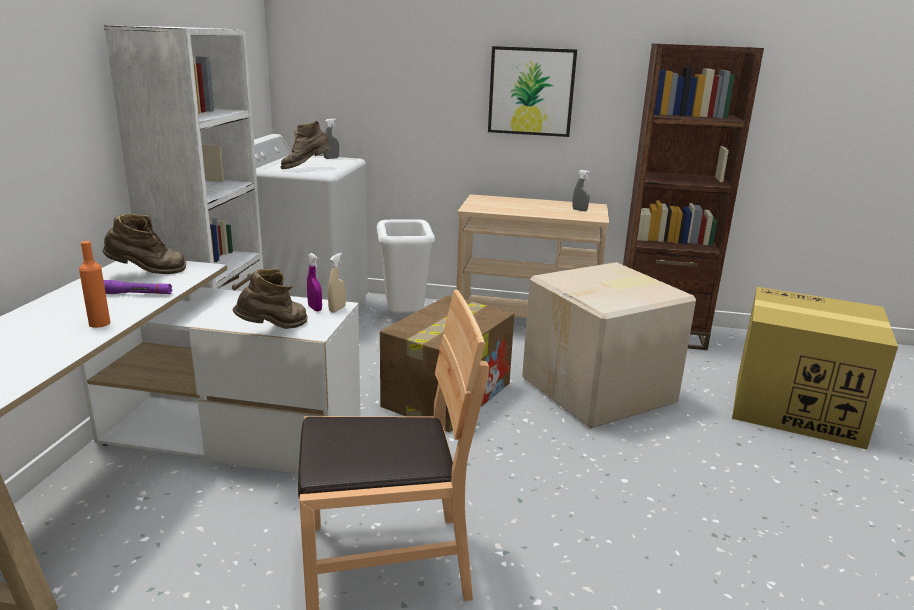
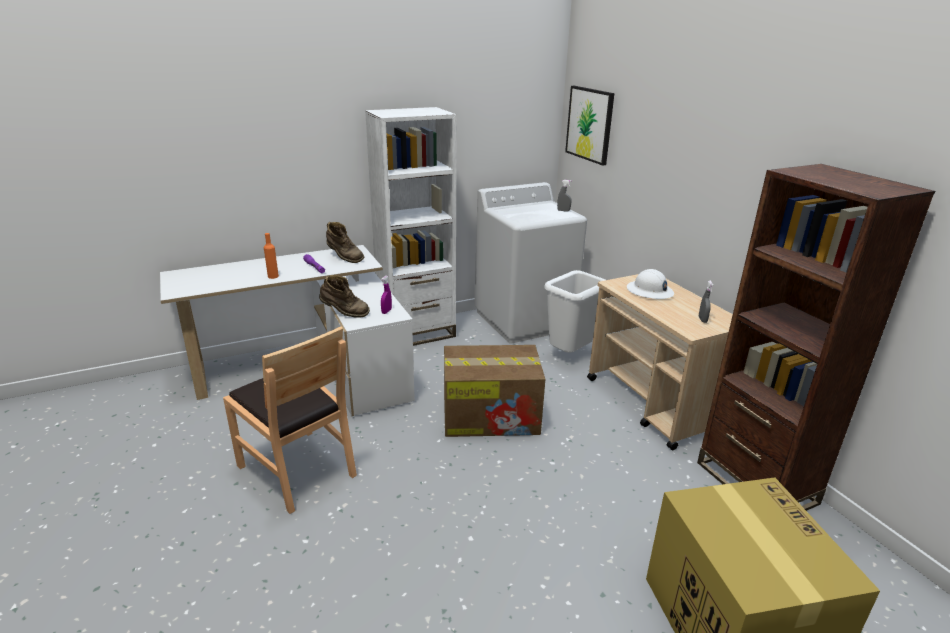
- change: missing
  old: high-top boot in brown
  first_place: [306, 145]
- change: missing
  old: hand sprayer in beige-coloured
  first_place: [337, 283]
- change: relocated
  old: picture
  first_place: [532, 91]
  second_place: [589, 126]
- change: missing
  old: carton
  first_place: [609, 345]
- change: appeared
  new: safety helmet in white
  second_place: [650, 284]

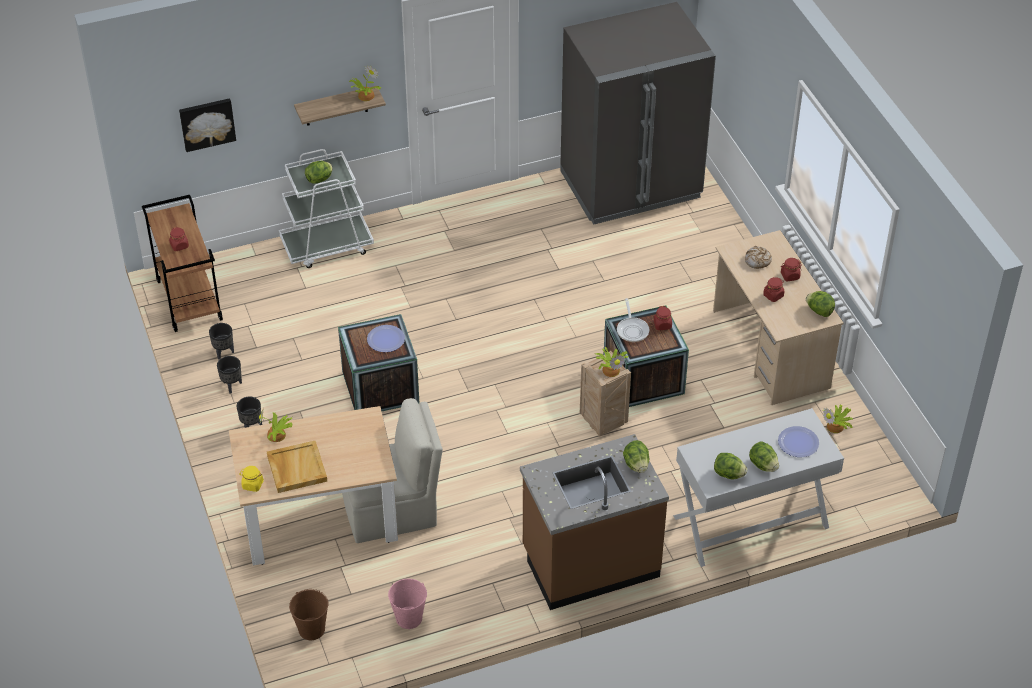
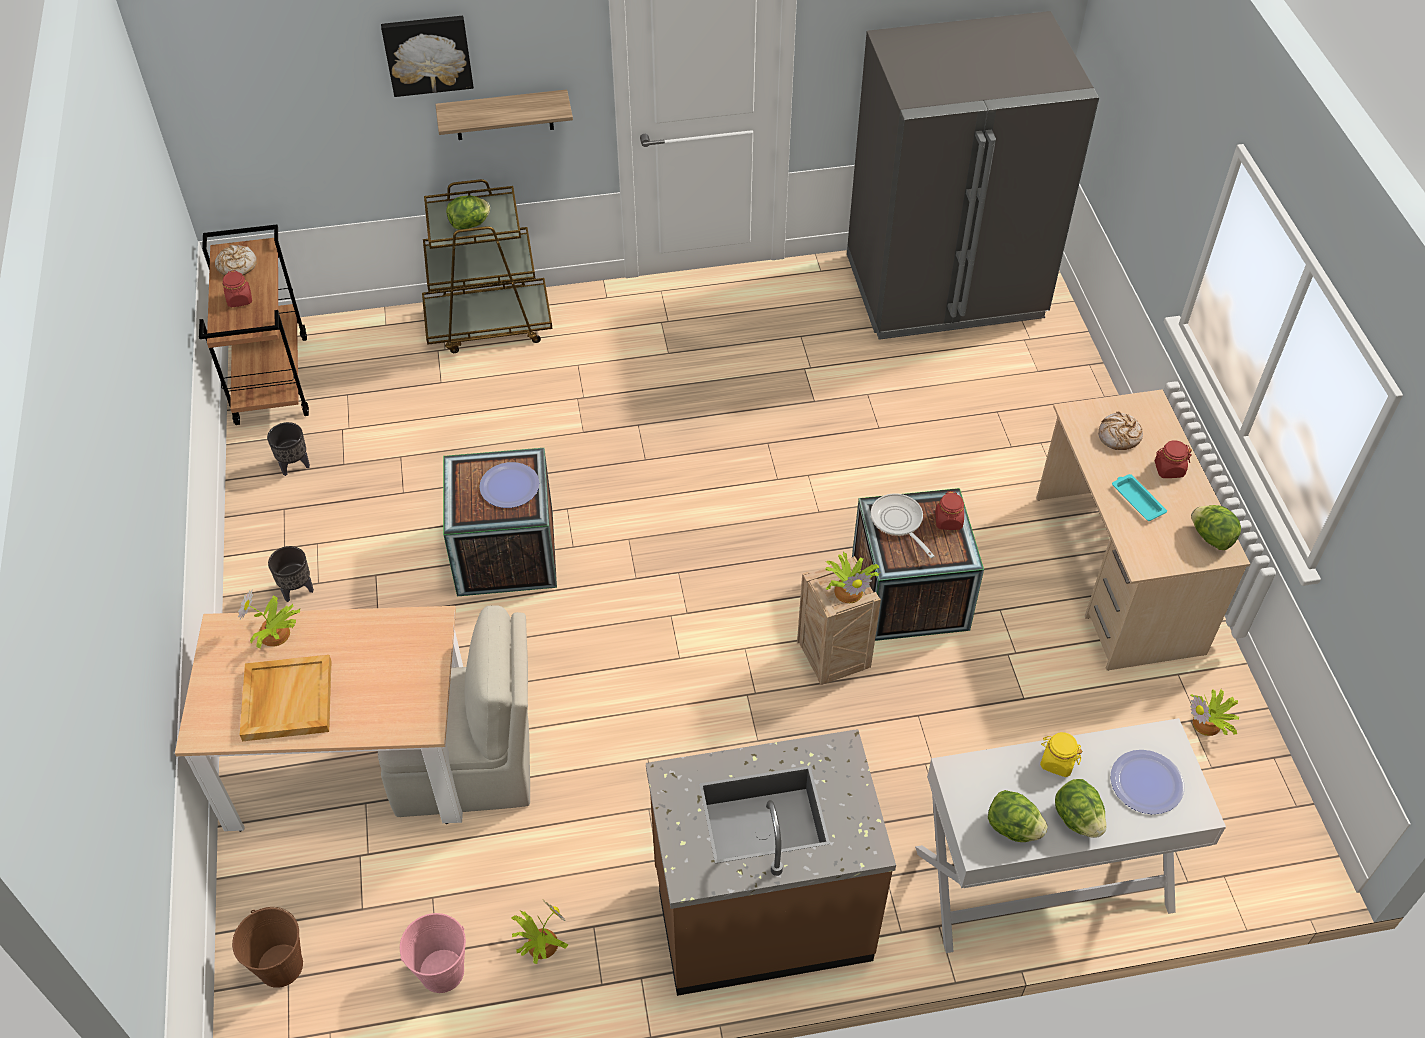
- change: relocated
  old: picture
  first_place: [207, 125]
  second_place: [427, 56]
- change: missing
  old: planter in black
  first_place: [229, 375]
- change: relocated
  old: preserve jar in yellow
  first_place: [251, 479]
  second_place: [1061, 754]
- change: colour
  old: cart in white
  new: cart in brown
  first_place: [326, 208]
  second_place: [487, 266]
- change: relocated
  old: potted plant
  first_place: [365, 83]
  second_place: [539, 932]
- change: spun
  old: pan
  first_place: [633, 320]
  second_place: [902, 526]
  degrees: 150
- change: missing
  old: lettuce head
  first_place: [636, 456]
- change: exchanged
  old: preserve jar in red
  new: serving tray in turquoise-coloured
  first_place: [773, 289]
  second_place: [1139, 497]
- change: appeared
  new: bread
  second_place: [236, 260]

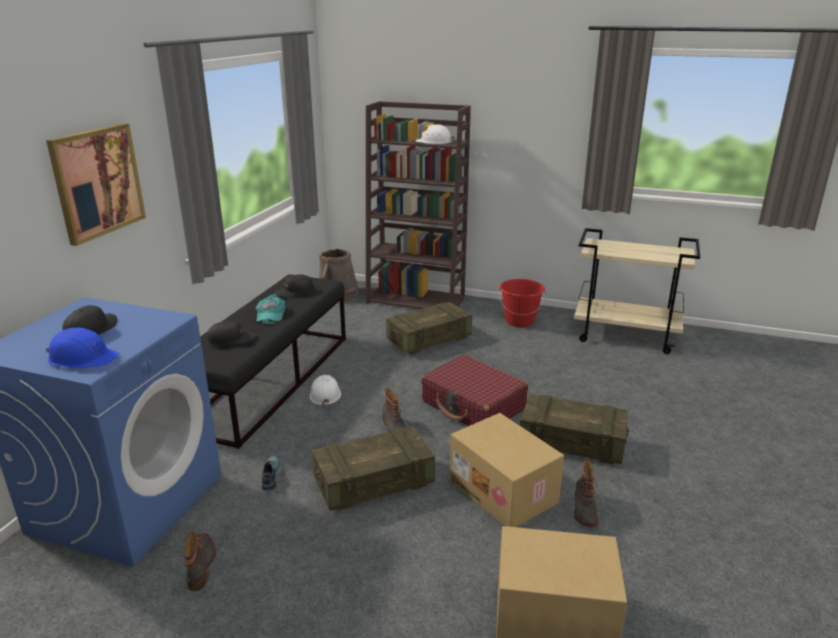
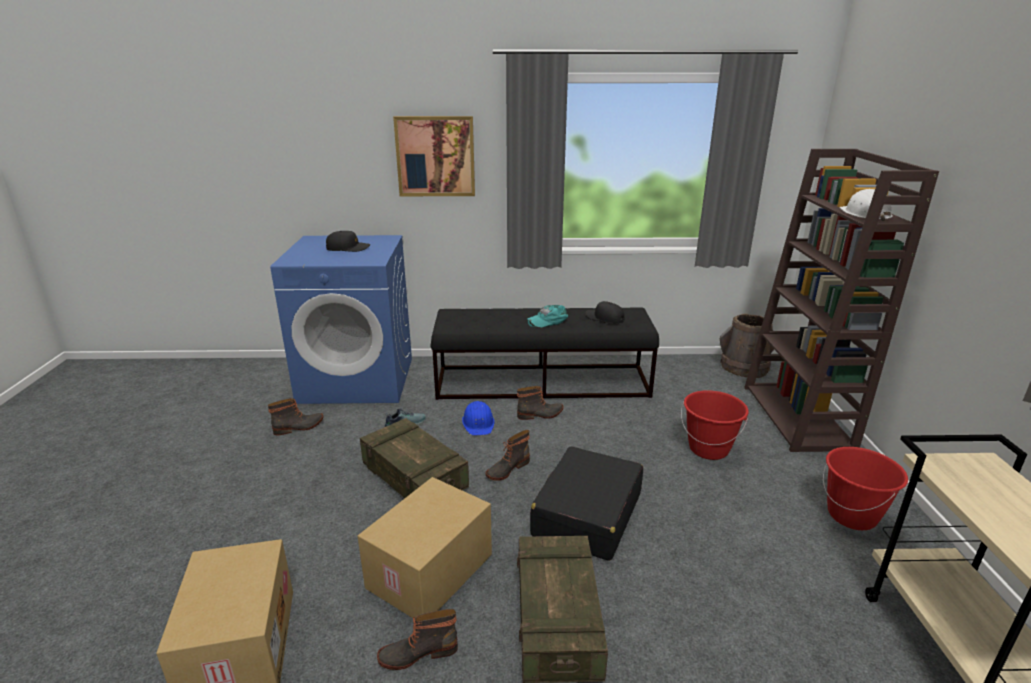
- change: relocated
  old: safety helmet in bluish
  first_place: [82, 348]
  second_place: [478, 418]
- change: missing
  old: peaked cap in black
  first_place: [232, 333]
- change: exchanged
  old: safety helmet in white
  new: high-top boot
  first_place: [325, 391]
  second_place: [540, 403]
- change: exchanged
  old: packing crate
  new: pail in red
  first_place: [429, 328]
  second_place: [715, 425]
- change: colour
  old: piece of luggage in red
  new: piece of luggage in black
  first_place: [474, 390]
  second_place: [586, 503]

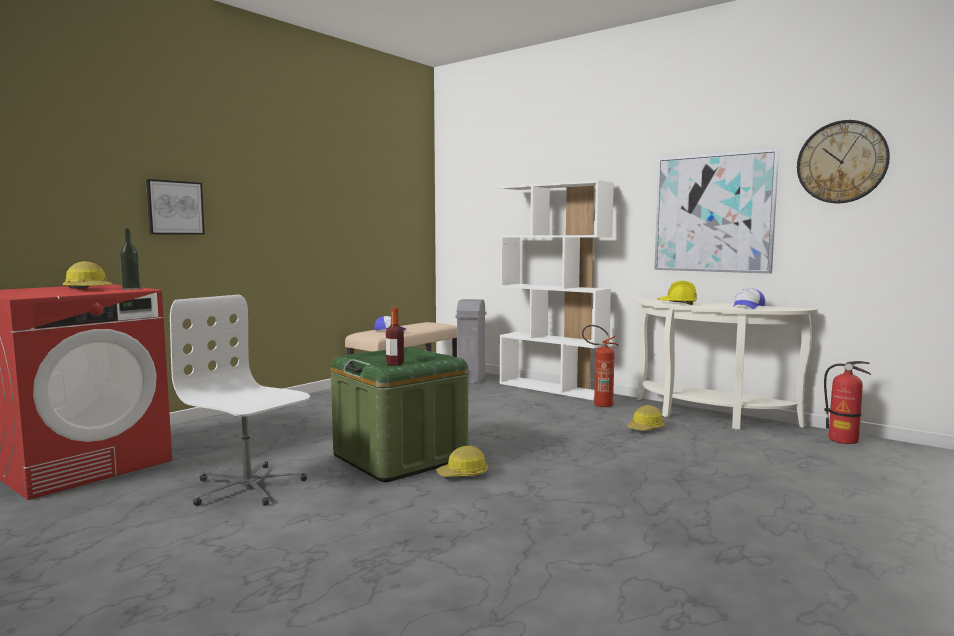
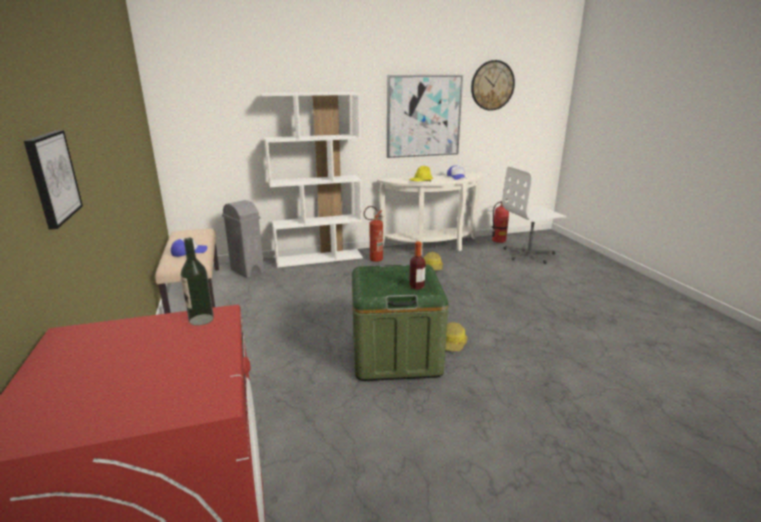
- change: missing
  old: safety helmet
  first_place: [88, 275]
- change: relocated
  old: desk chair in white
  first_place: [240, 400]
  second_place: [534, 215]

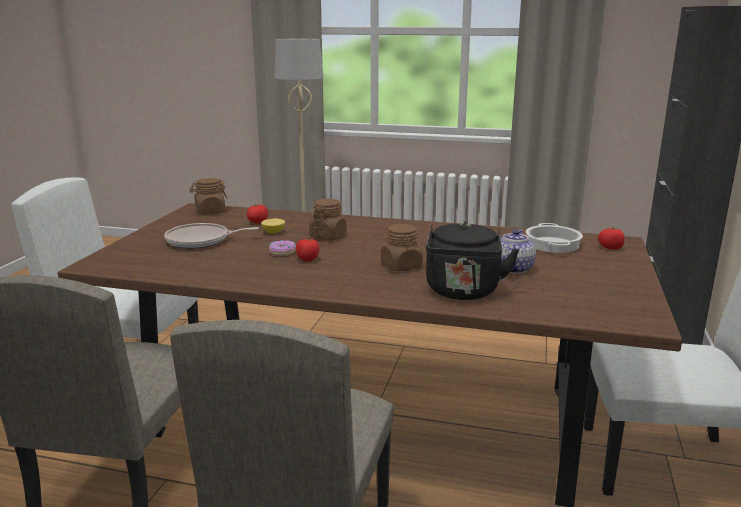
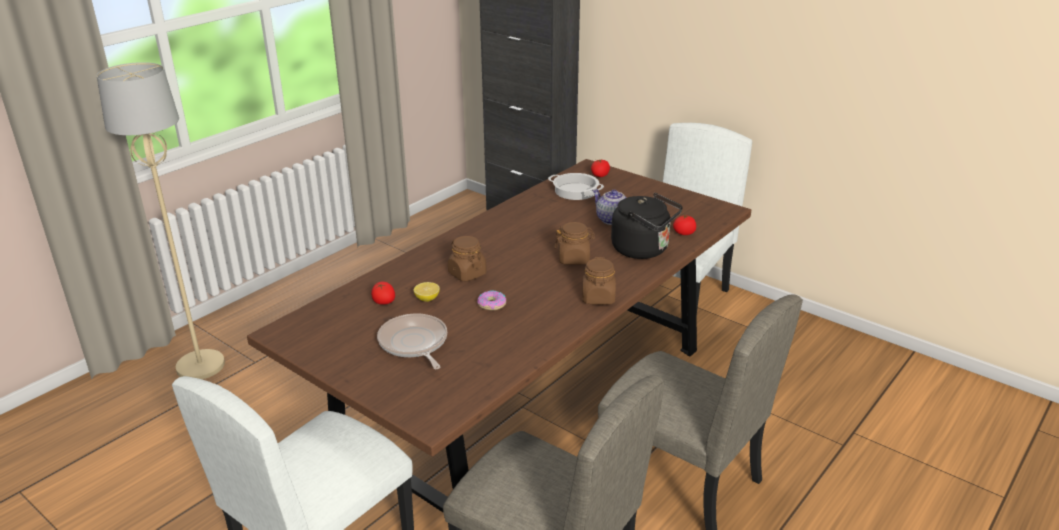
- change: spun
  old: pan
  first_place: [211, 236]
  second_place: [412, 341]
  degrees: 135
- change: relocated
  old: preserve jar in brown
  first_place: [208, 196]
  second_place: [599, 281]
- change: relocated
  old: tomato
  first_place: [308, 250]
  second_place: [684, 224]

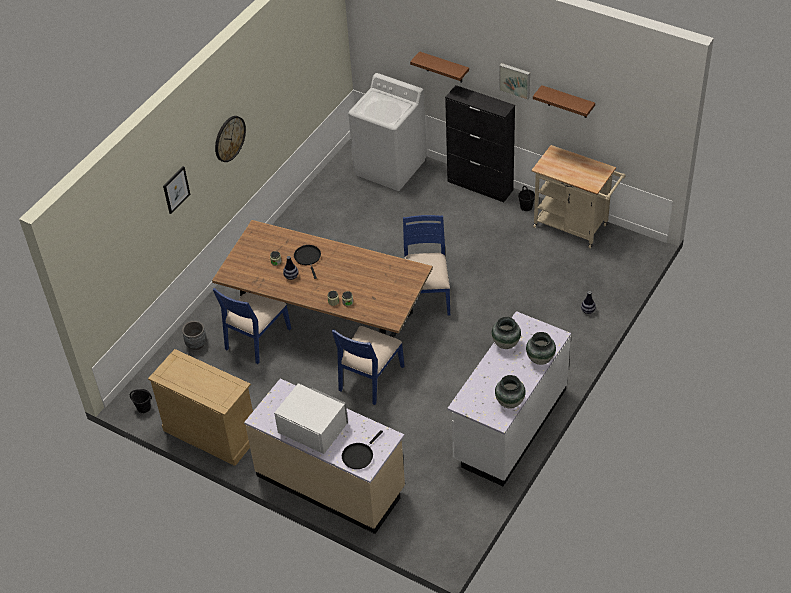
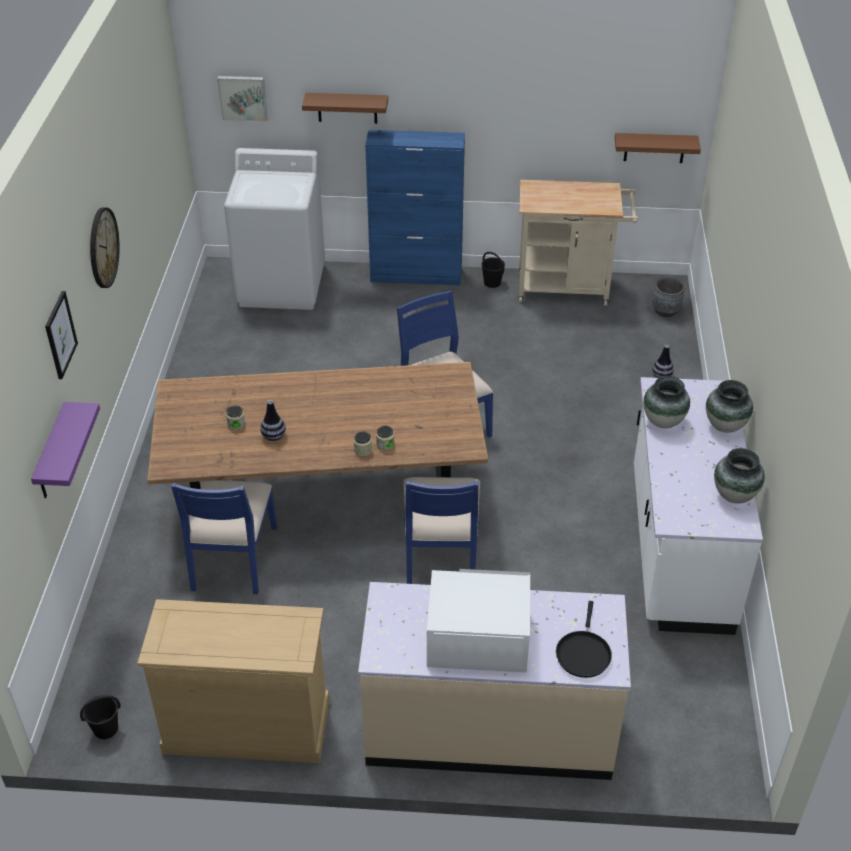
- change: relocated
  old: planter in greyish
  first_place: [194, 335]
  second_place: [668, 297]
- change: missing
  old: pan in black
  first_place: [307, 262]
- change: colour
  old: storage cabinet in black
  new: storage cabinet in bluish
  first_place: [480, 143]
  second_place: [415, 208]
- change: relocated
  old: picture
  first_place: [514, 81]
  second_place: [242, 99]
- change: relocated
  old: wall shelf in brown
  first_place: [564, 101]
  second_place: [658, 148]
- change: appeared
  new: wall shelf in purplish
  second_place: [65, 450]

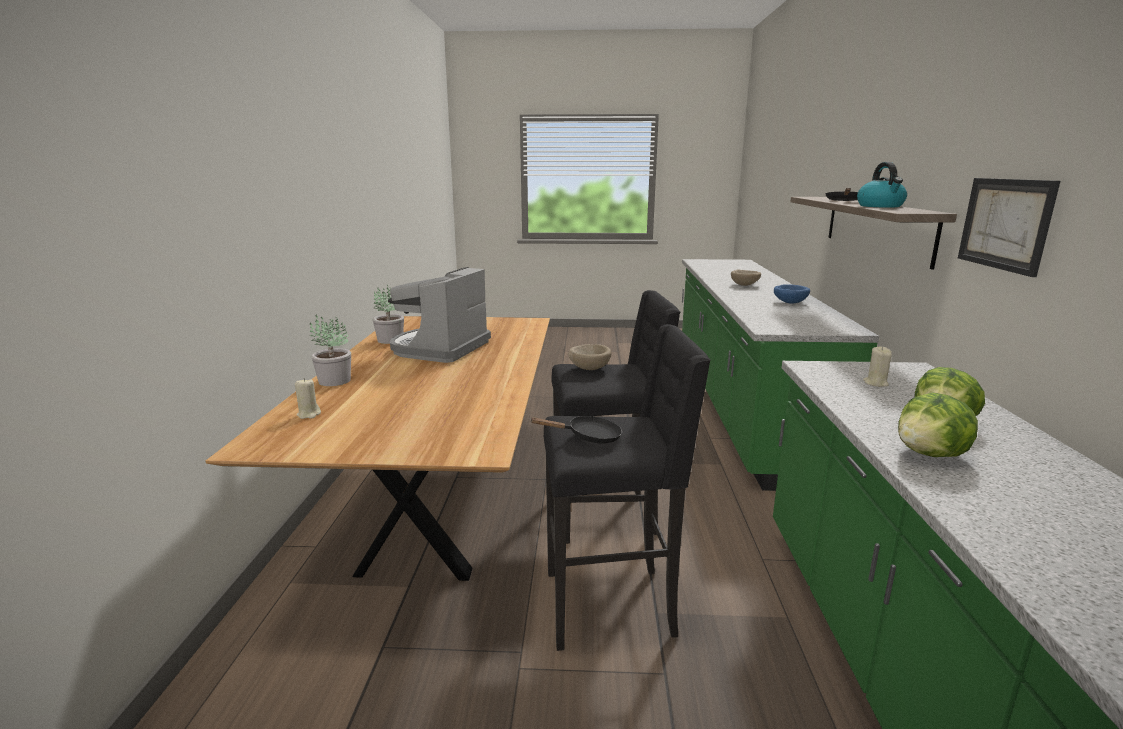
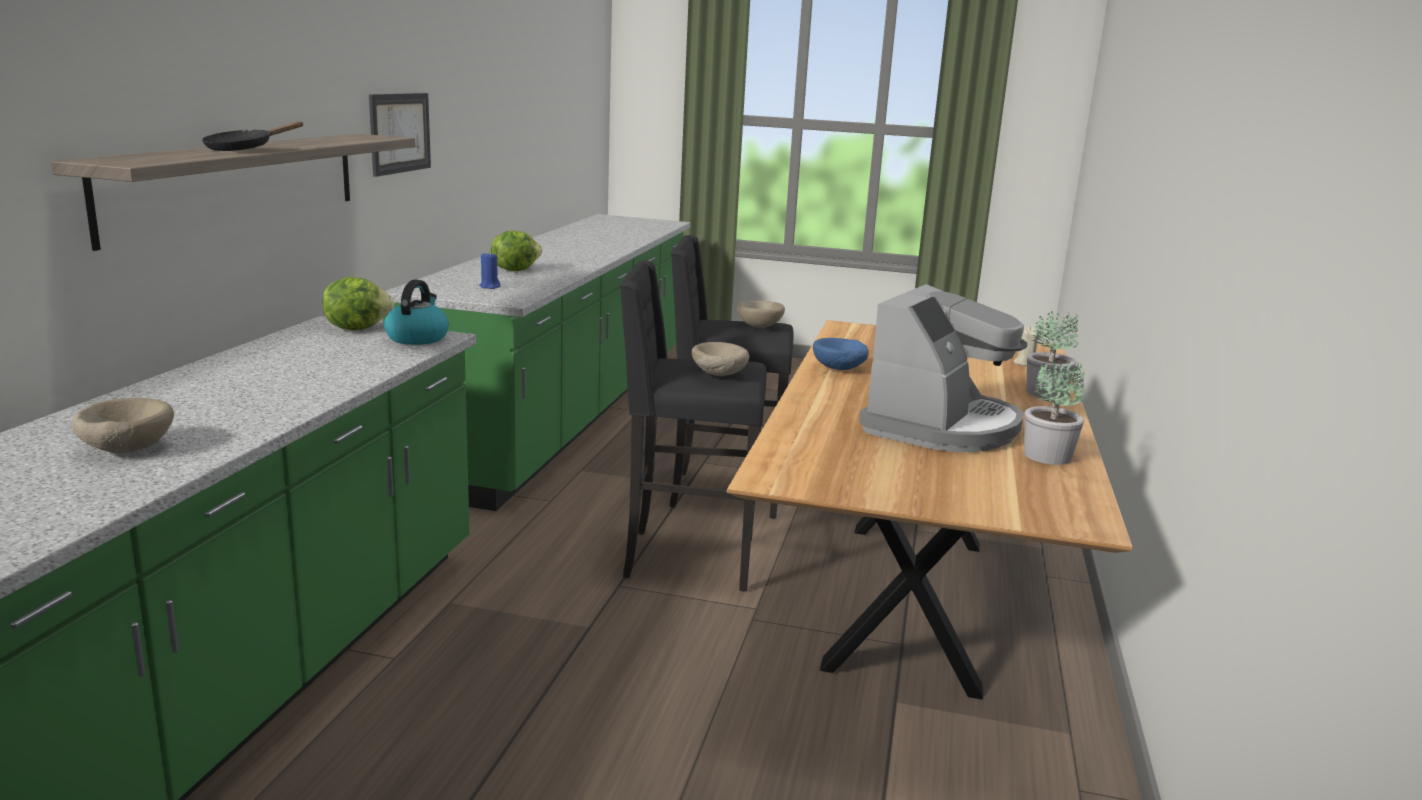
- change: exchanged
  old: pan in black
  new: bowl in beige-coloured
  first_place: [575, 430]
  second_place: [761, 314]
- change: relocated
  old: bowl in bluish
  first_place: [792, 294]
  second_place: [841, 354]
- change: relocated
  old: kettle
  first_place: [882, 185]
  second_place: [416, 312]
- change: colour
  old: wax candle in beige-coloured
  new: wax candle in bluish
  first_place: [877, 366]
  second_place: [490, 270]
- change: relocated
  old: lettuce head
  first_place: [938, 425]
  second_place: [358, 303]

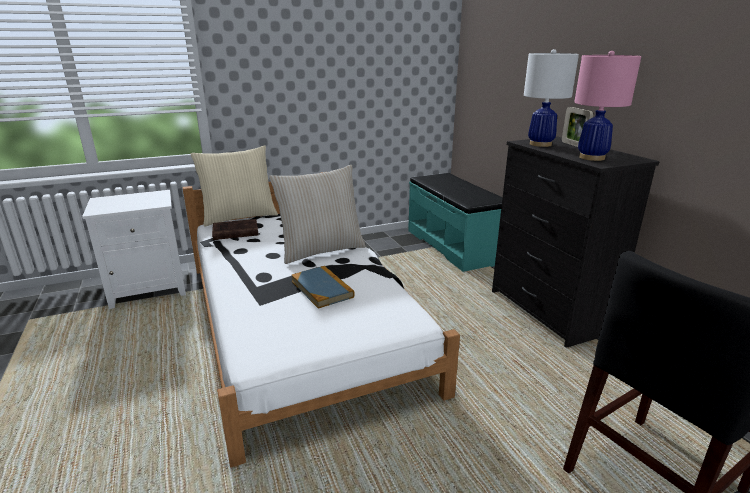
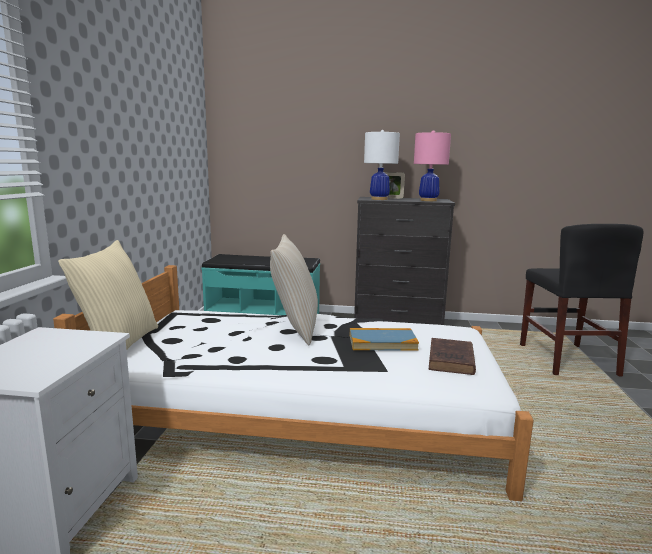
- change: relocated
  old: book in brown
  first_place: [235, 229]
  second_place: [452, 356]

